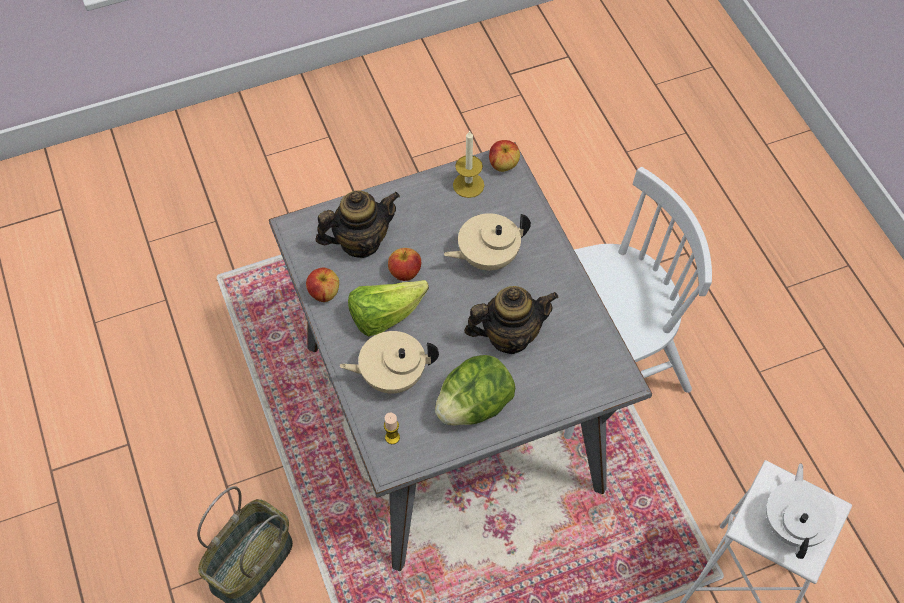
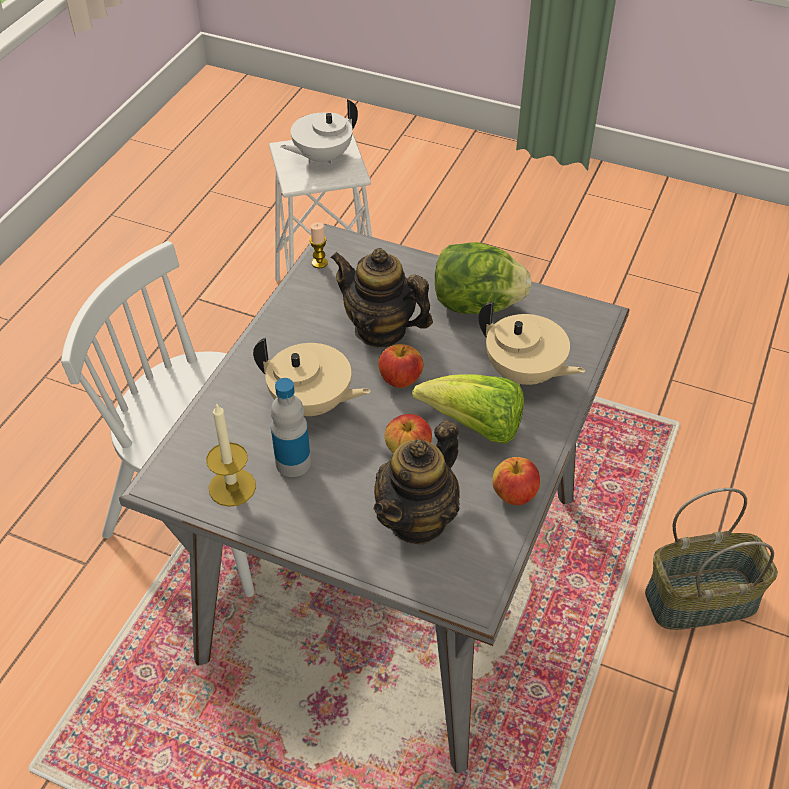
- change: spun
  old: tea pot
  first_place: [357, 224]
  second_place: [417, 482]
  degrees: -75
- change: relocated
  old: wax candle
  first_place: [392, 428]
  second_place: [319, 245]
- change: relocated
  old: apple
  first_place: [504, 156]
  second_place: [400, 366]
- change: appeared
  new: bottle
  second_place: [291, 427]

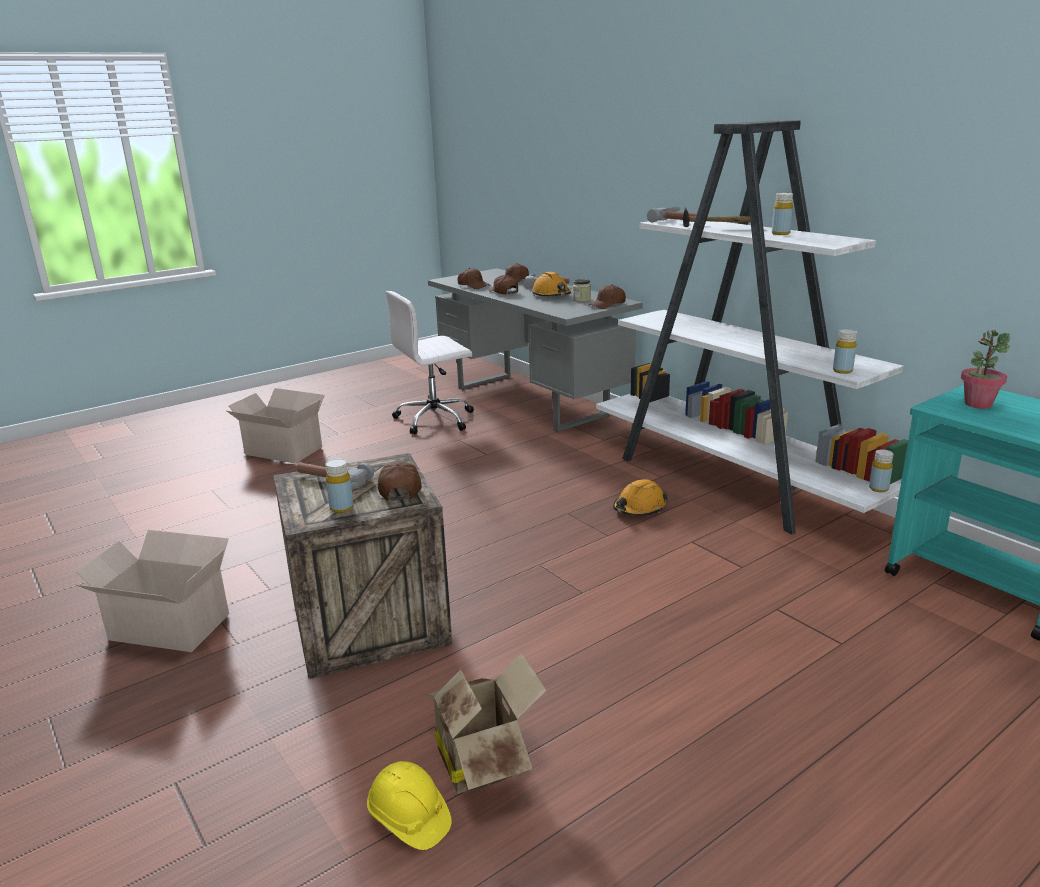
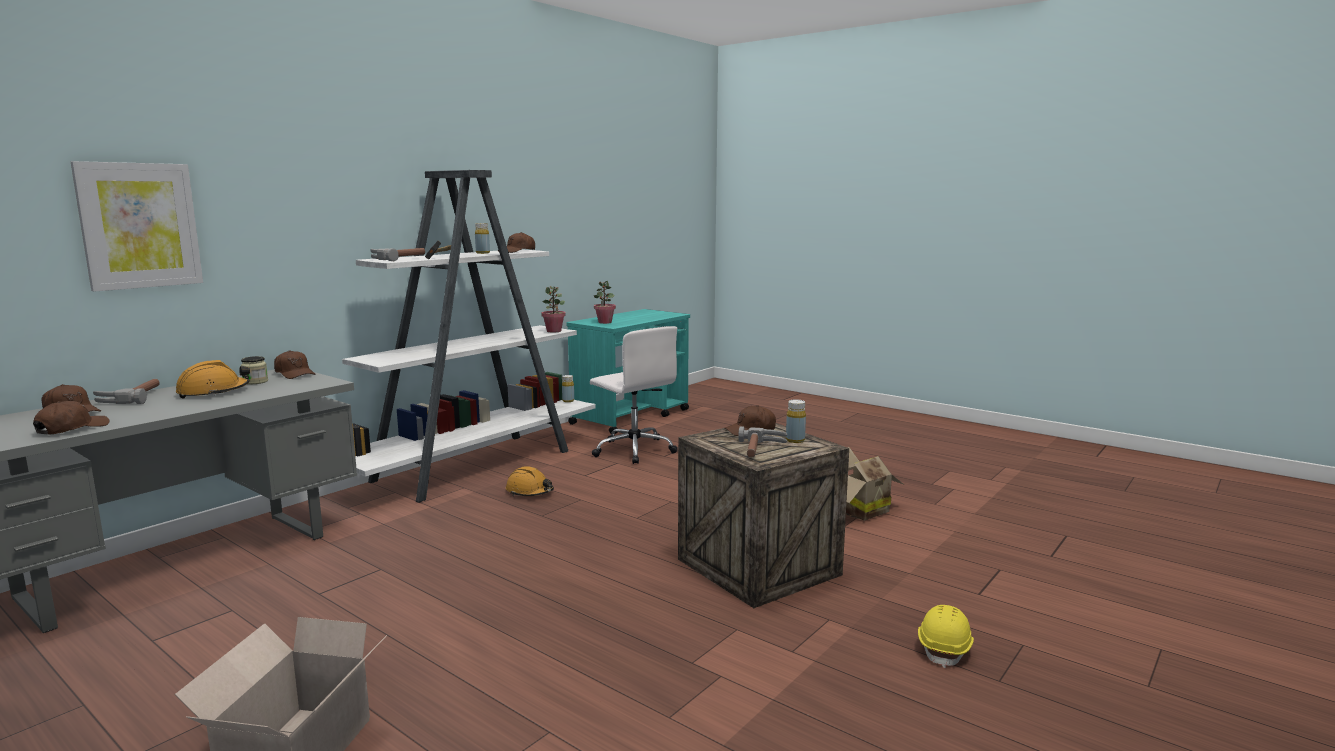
- change: missing
  old: carton
  first_place: [151, 591]
- change: relocated
  old: safety helmet in yellow
  first_place: [409, 805]
  second_place: [946, 636]
- change: relocated
  old: desk chair in white
  first_place: [430, 362]
  second_place: [634, 395]
- change: relocated
  old: peaked cap in brown
  first_place: [503, 285]
  second_place: [516, 242]
- change: exchanged
  old: bottle in yellow
  new: potted plant
  first_place: [845, 351]
  second_place: [553, 309]
- change: appeared
  new: picture
  second_place: [137, 226]

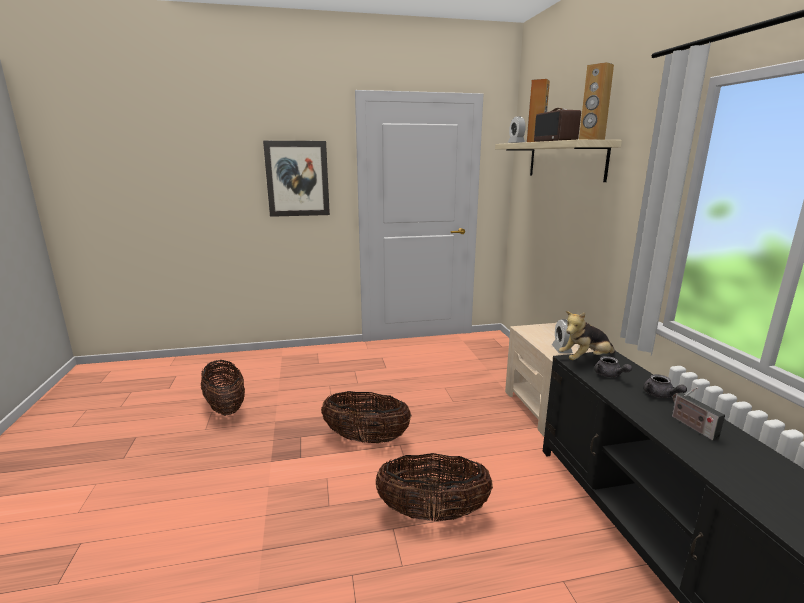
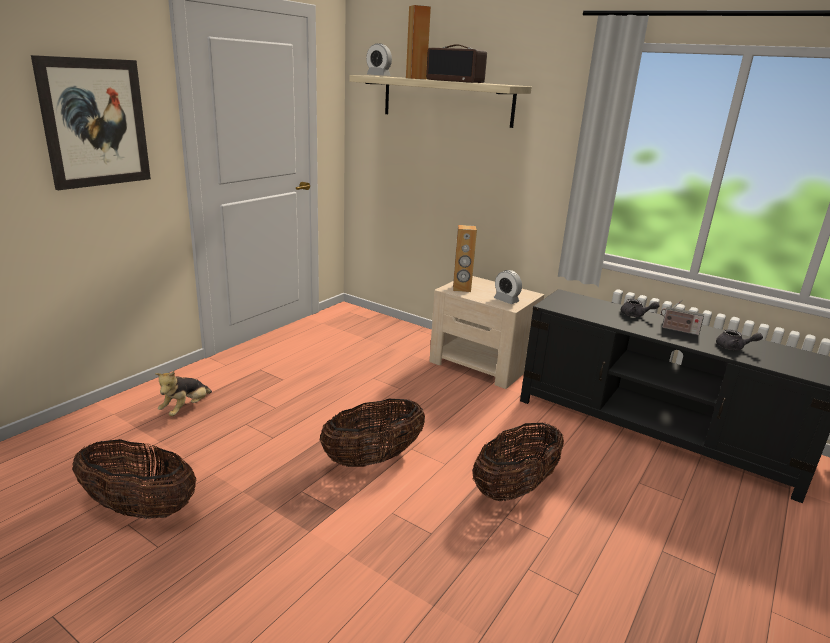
- change: relocated
  old: cuddly toy
  first_place: [587, 335]
  second_place: [183, 393]
- change: relocated
  old: audio speaker in brown
  first_place: [596, 101]
  second_place: [465, 258]
- change: relocated
  old: tea pot in greyish
  first_place: [613, 366]
  second_place: [739, 339]

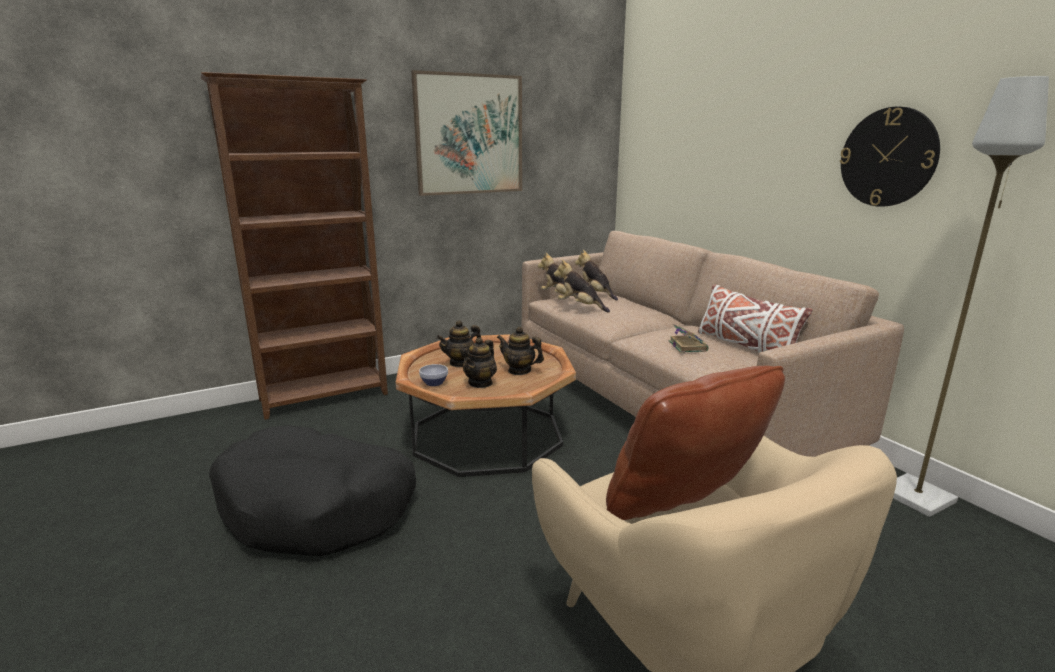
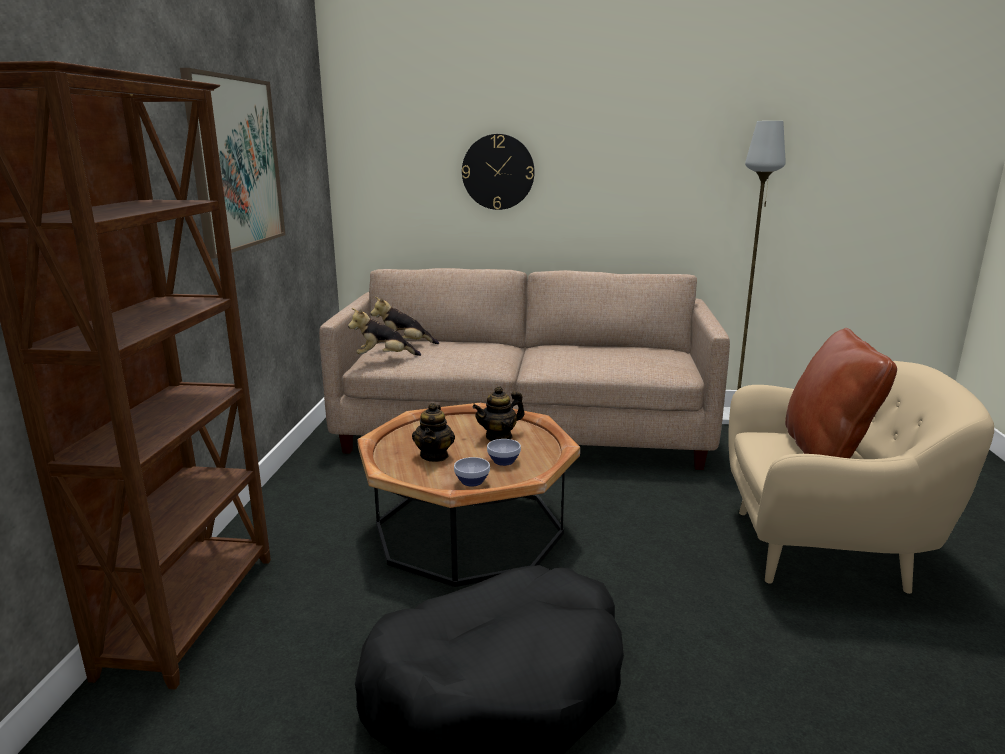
- change: exchanged
  old: tea pot
  new: bowl
  first_place: [480, 362]
  second_place: [504, 452]
- change: missing
  old: cuddly toy
  first_place: [582, 286]
- change: missing
  old: book
  first_place: [689, 338]
- change: missing
  old: throw pillow in white
  first_place: [755, 318]
- change: relocated
  old: clock on the wall
  first_place: [890, 157]
  second_place: [498, 172]

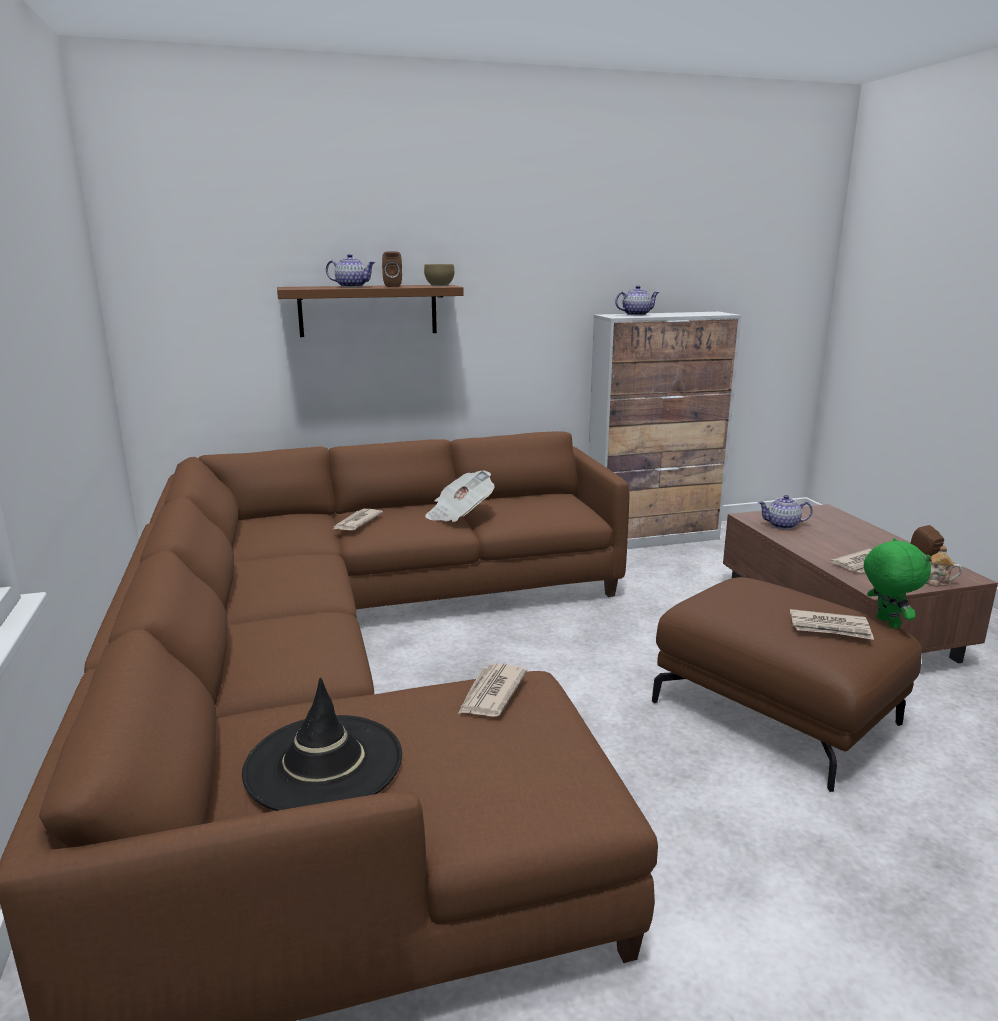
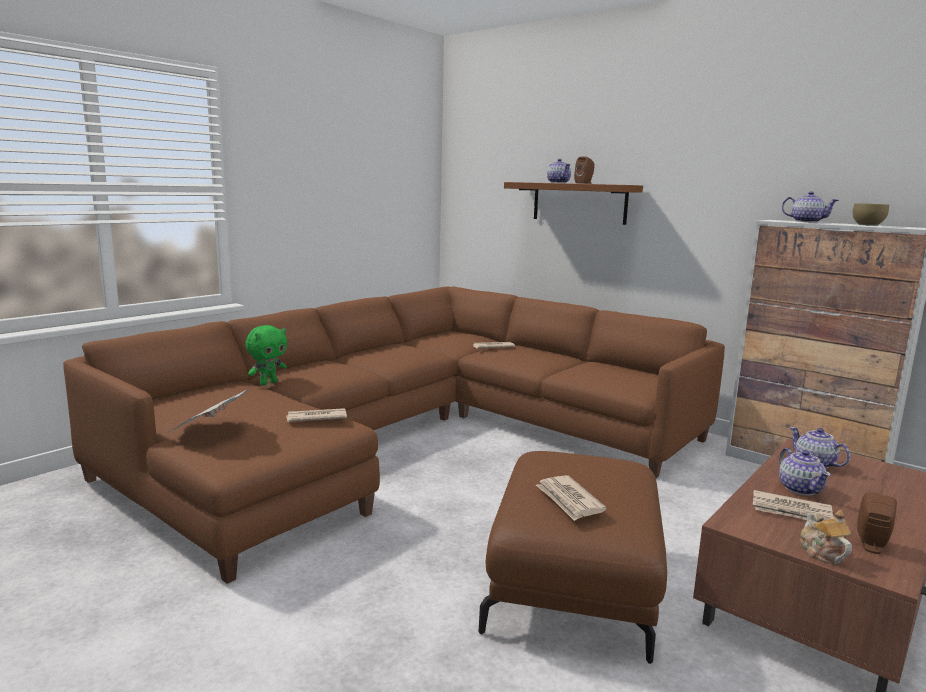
- change: missing
  old: wearable hat in black
  first_place: [322, 744]
- change: relocated
  old: bowl in brown
  first_place: [439, 275]
  second_place: [870, 214]
- change: relocated
  old: daily paper
  first_place: [460, 496]
  second_place: [208, 411]
- change: relocated
  old: cuddly toy in greenish
  first_place: [897, 583]
  second_place: [266, 355]
- change: appeared
  new: tea pot
  second_place: [805, 472]

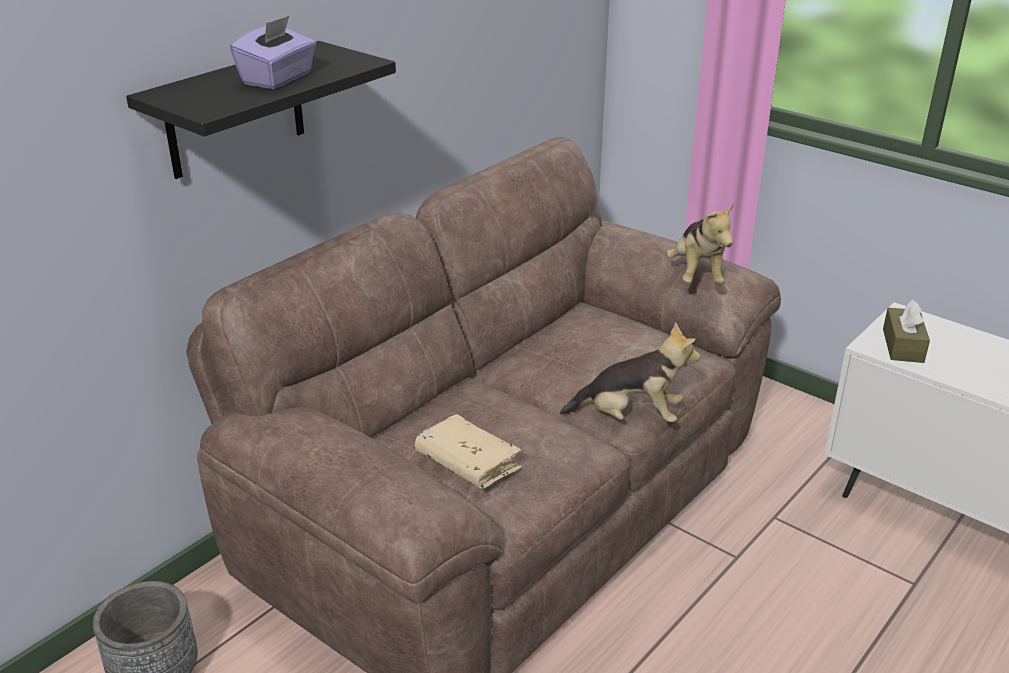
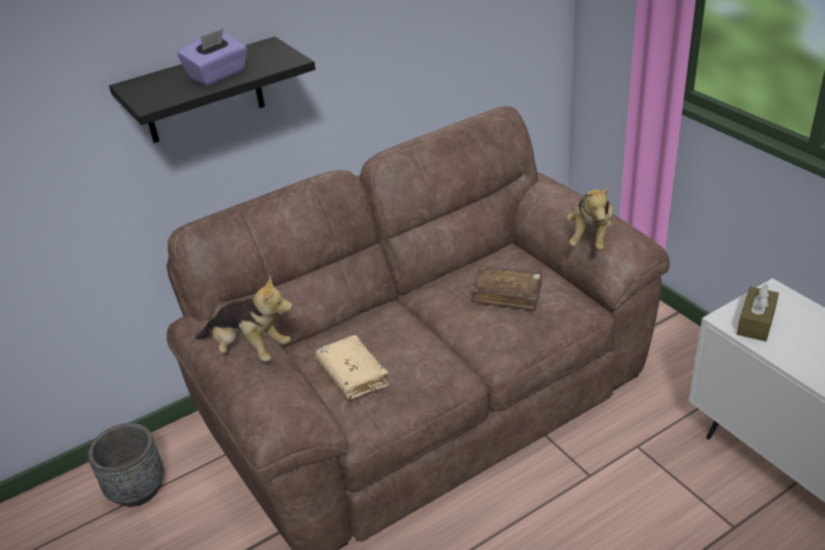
- change: relocated
  old: cuddly toy
  first_place: [630, 372]
  second_place: [244, 318]
- change: appeared
  new: book in brown
  second_place: [506, 288]

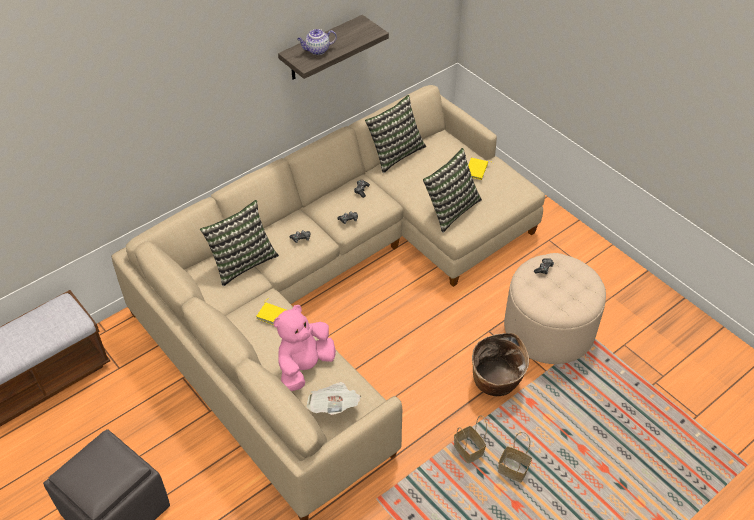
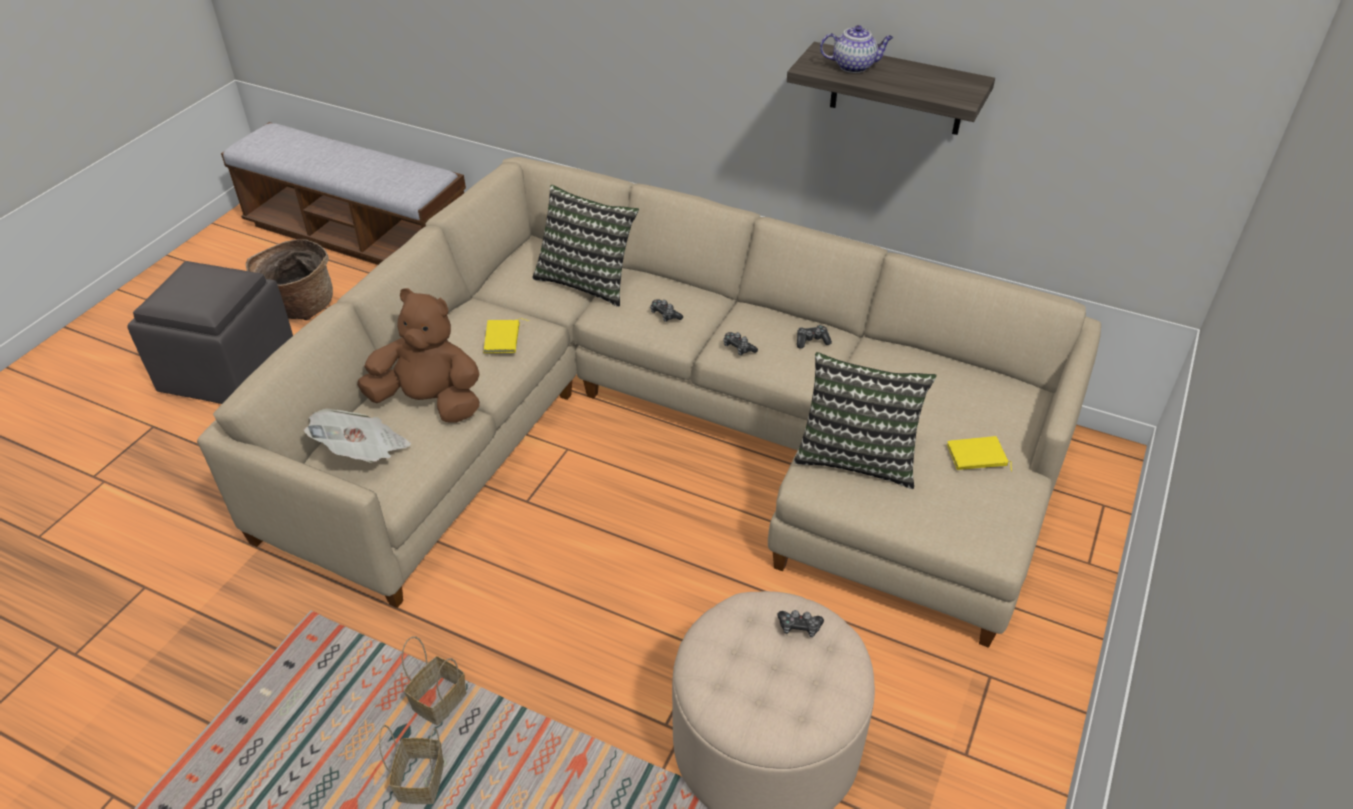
- change: colour
  old: cuddly toy in pink
  new: cuddly toy in brown
  first_place: [305, 348]
  second_place: [418, 355]
- change: spun
  old: tea pot
  first_place: [317, 42]
  second_place: [856, 49]
  degrees: 135
- change: missing
  old: throw pillow
  first_place: [395, 134]
- change: relocated
  old: basket
  first_place: [500, 364]
  second_place: [289, 279]

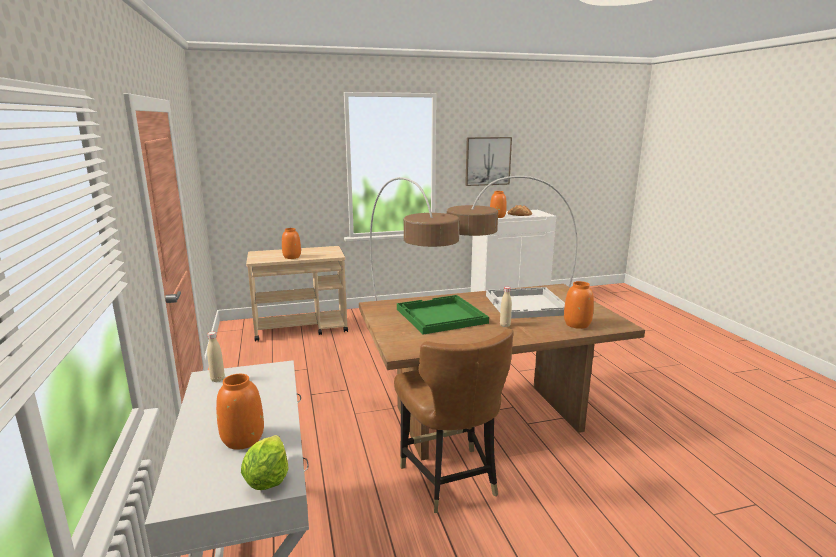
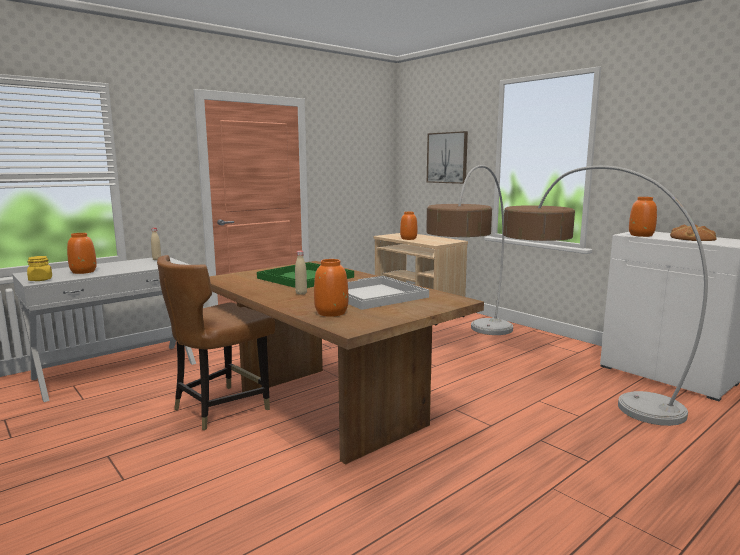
- change: exchanged
  old: lettuce head
  new: preserve jar in yellow
  first_place: [265, 462]
  second_place: [39, 268]
- change: relocated
  old: picture
  first_place: [488, 161]
  second_place: [447, 157]

